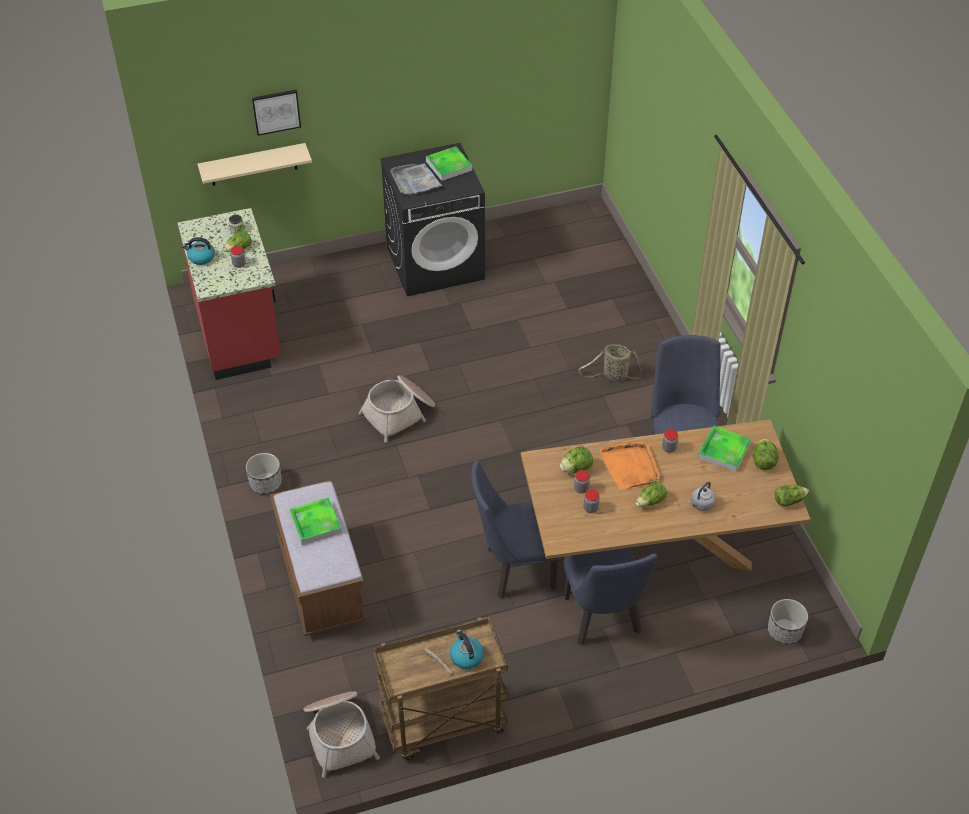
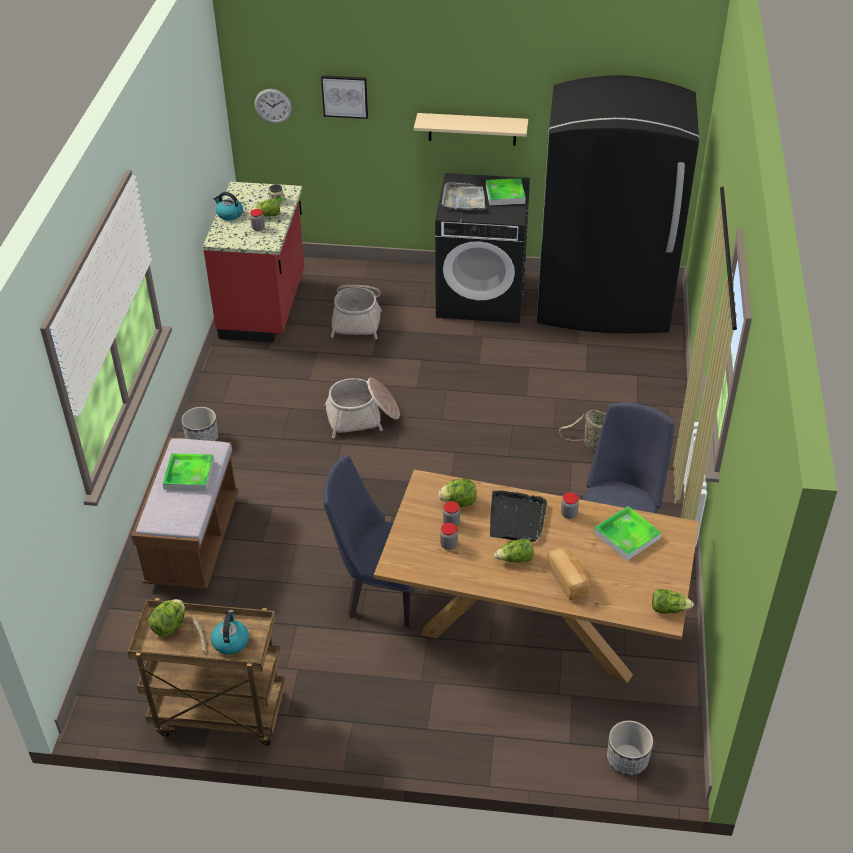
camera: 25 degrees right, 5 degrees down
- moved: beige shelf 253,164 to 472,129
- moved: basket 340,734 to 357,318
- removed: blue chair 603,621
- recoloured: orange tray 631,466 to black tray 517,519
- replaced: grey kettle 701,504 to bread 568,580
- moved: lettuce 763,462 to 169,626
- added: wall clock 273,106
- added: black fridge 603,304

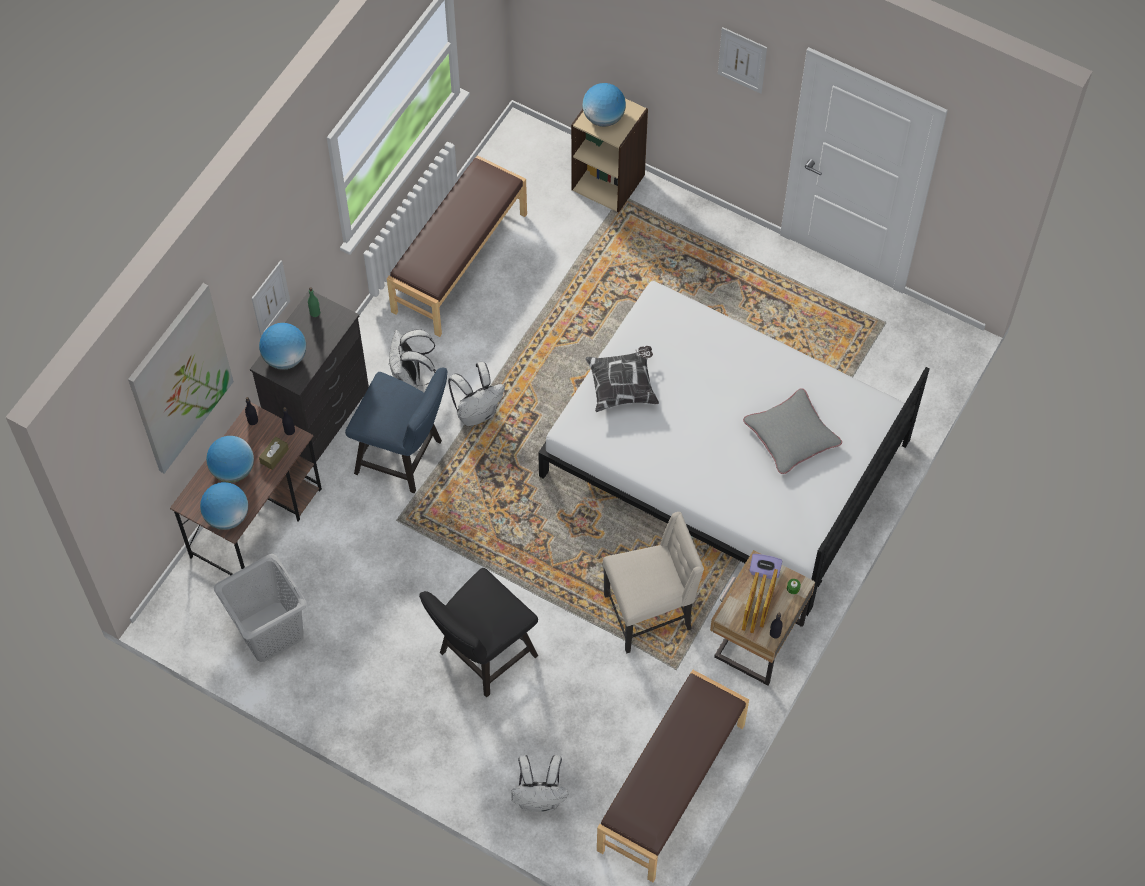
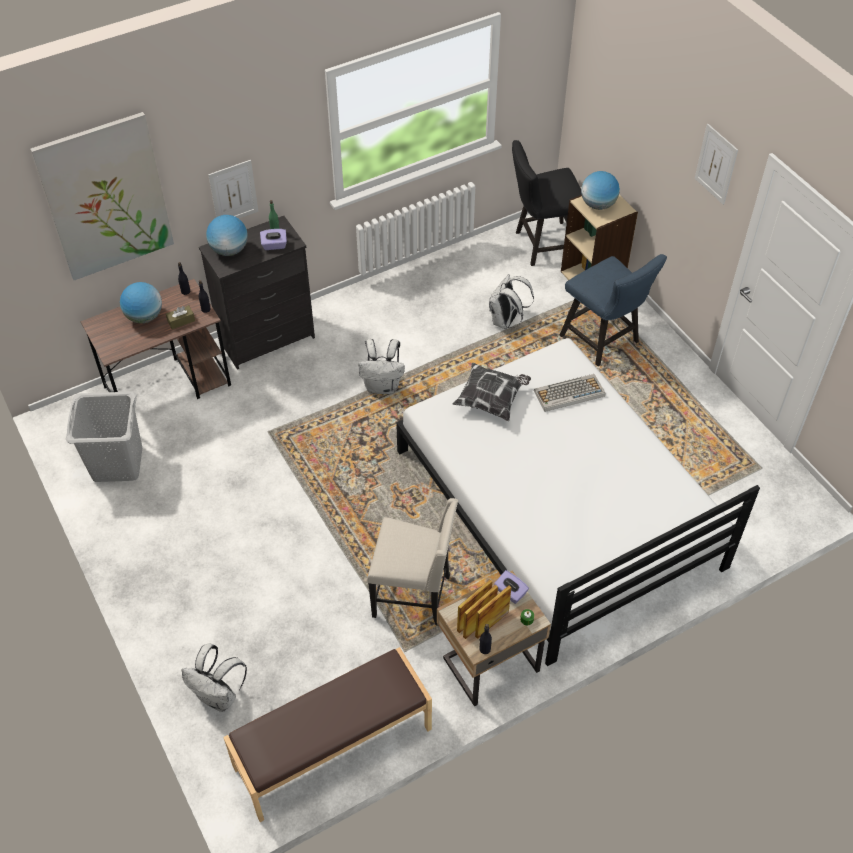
camera: 30 degrees right, 10 degrees down
- removed: globe 227,516
- moved: blue chair 405,458 to 603,341
- removed: brown bench 459,262
- moved: white backpack 410,377 to 506,321
- moved: black chair 482,657 to 542,245
- removed: grey pillow 791,435
- added: purple tissue box 274,245
- added: keyboard 568,393

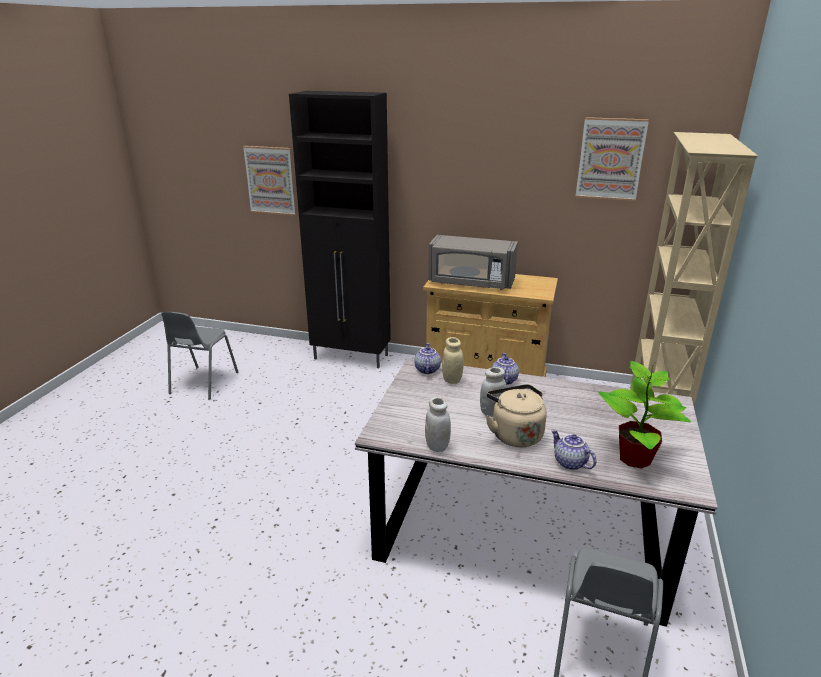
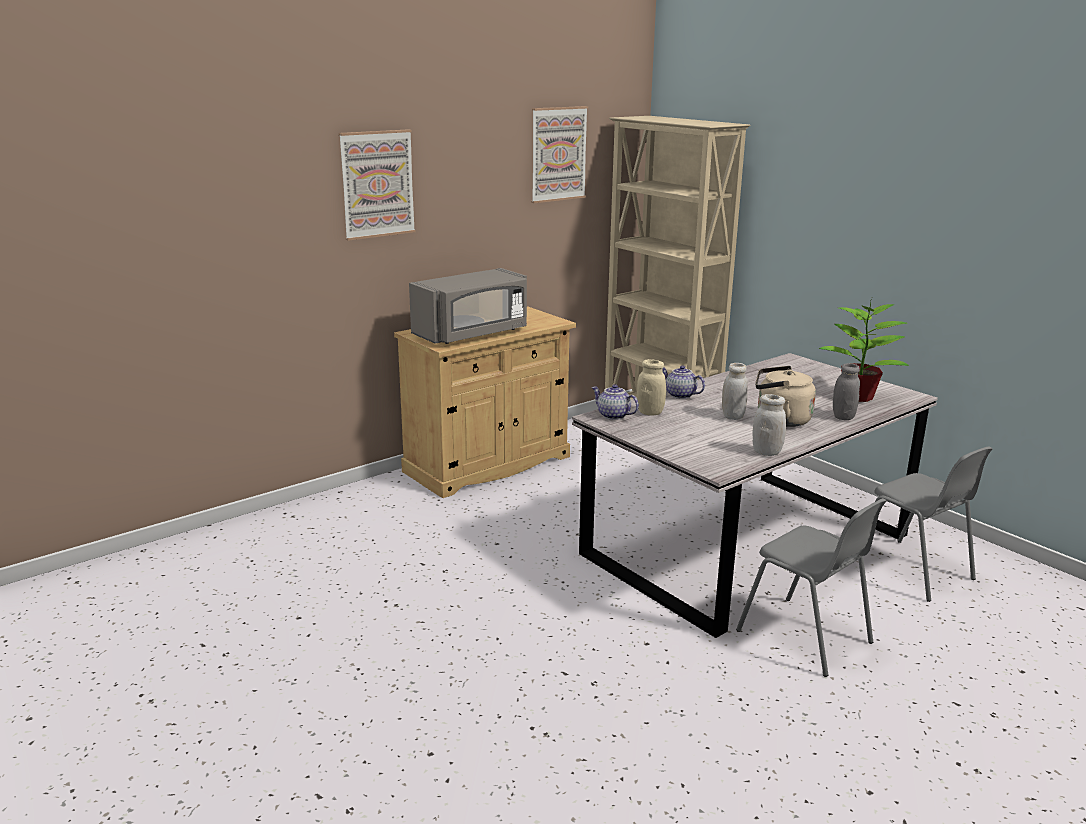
camera: 55 degrees left, 5 degrees down
- moved: grey chair 203,383 to 805,637
- moved: picture 270,180 to 377,184
- removed: black cabinet 352,357
- replaced: teapot 569,463 to grey jar 843,417

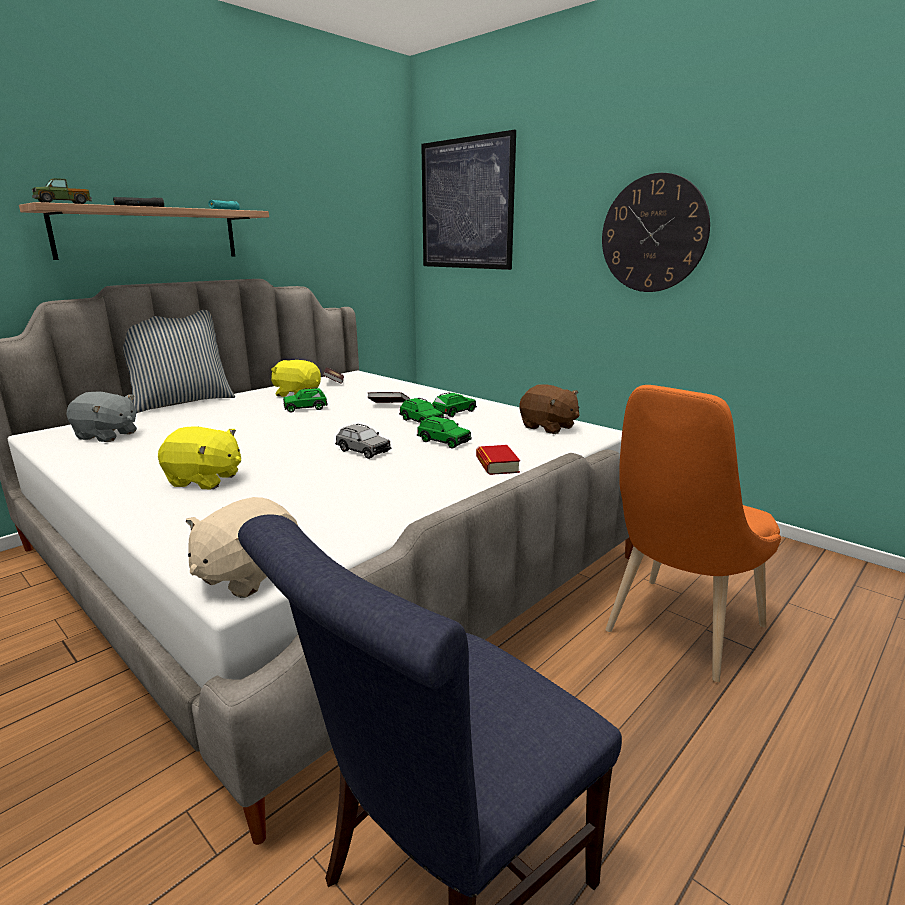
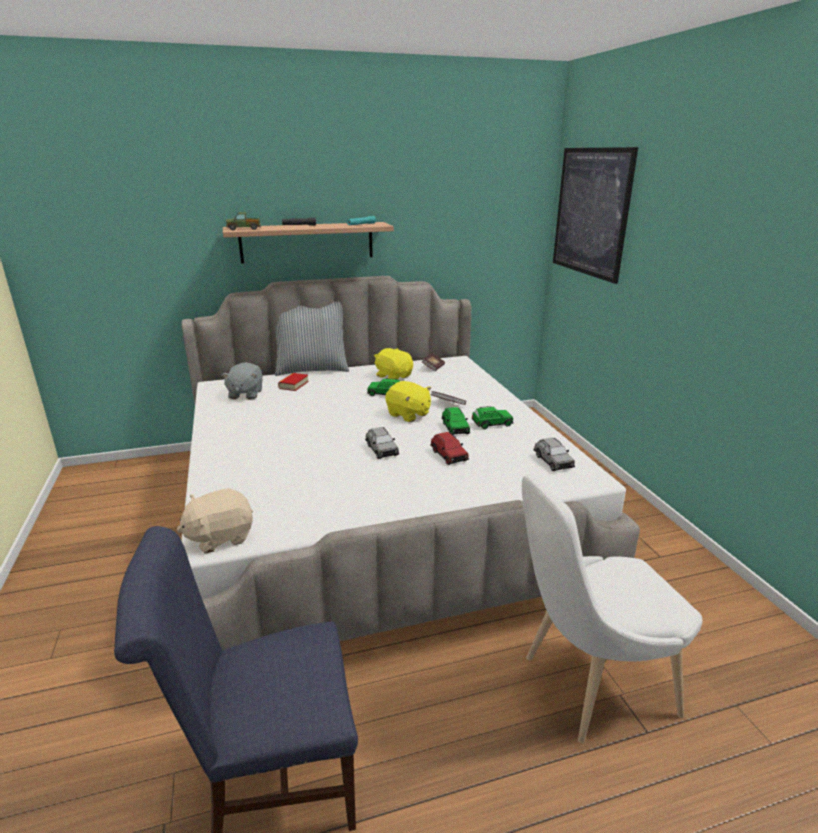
camera: 30 degrees right, 5 degrees up
- turned: grey plush toy 107,435 = 245,394 45 degrees clockwise
- moved: yellow plush toy 204,480 to 408,414
- recoloured: green toy car 443,441 to red toy car 449,455
- moved: book 497,465 to 293,385
- replaced: brown plush toy 548,427 to grey toy car 553,461
- removed: wall clock 653,234
- recoloured: orange chair 677,633 to white chair 589,686

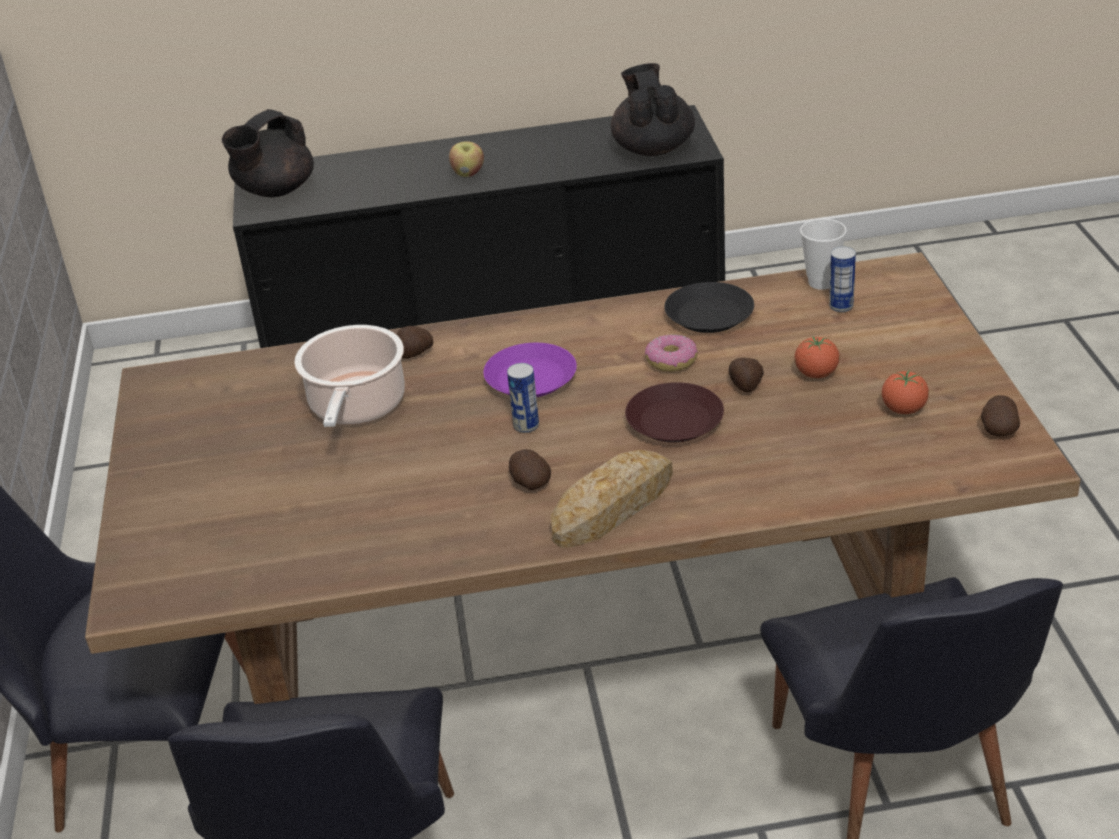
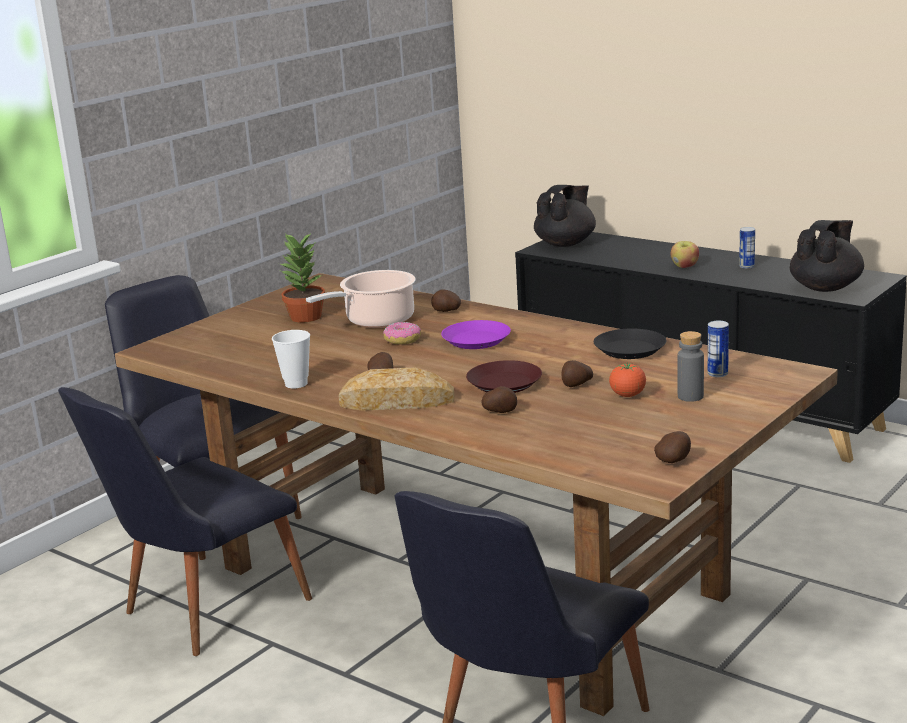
camera: 45 degrees right, 15 degrees down
- turned: black teapot 274,190 = 566,243 135 degrees clockwise
- moved: can 526,426 to 746,266
- moved: donut 671,361 to 403,340
- moved: cup 821,282 to 296,384
- removed: tomato 903,409
- added: potted plant 305,317
- added: potato 500,411
- added: grey bottle 690,396

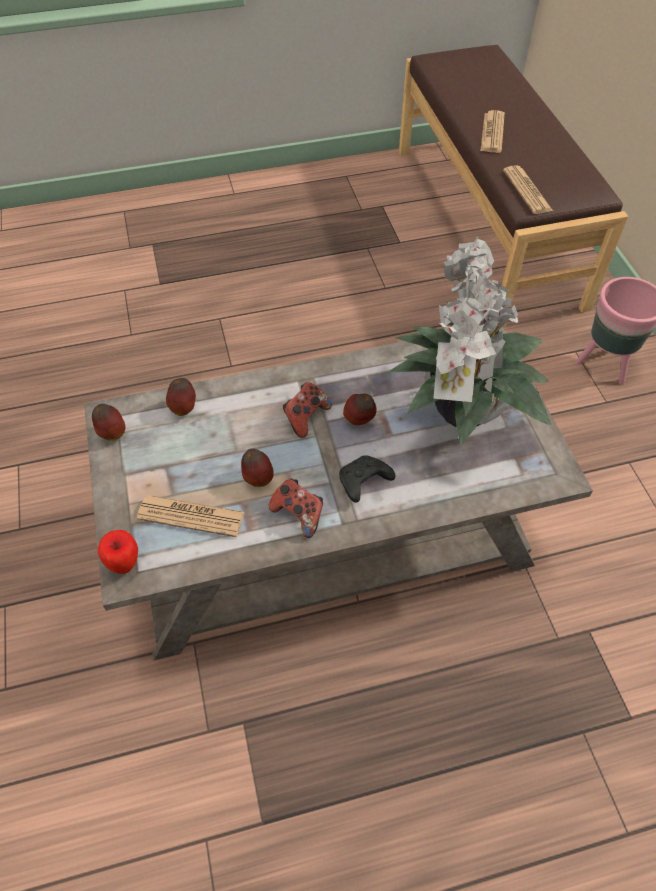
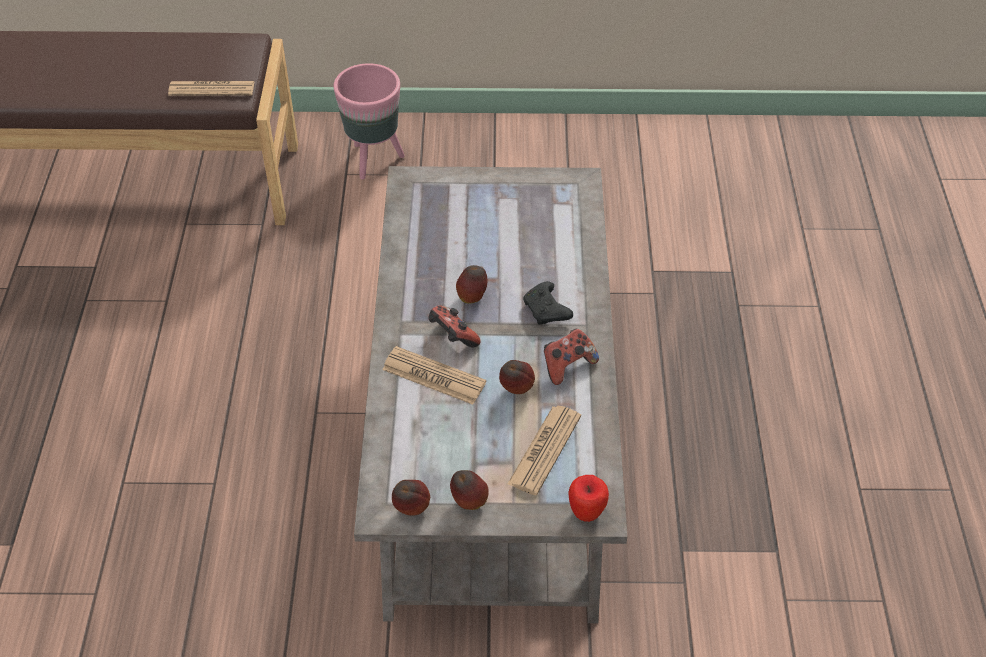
camera: 75 degrees left, 5 degrees down
- moved: apple 184,408 to 469,502
- removed: potted plant 459,417
- moved: newspaper 492,133 to 434,376

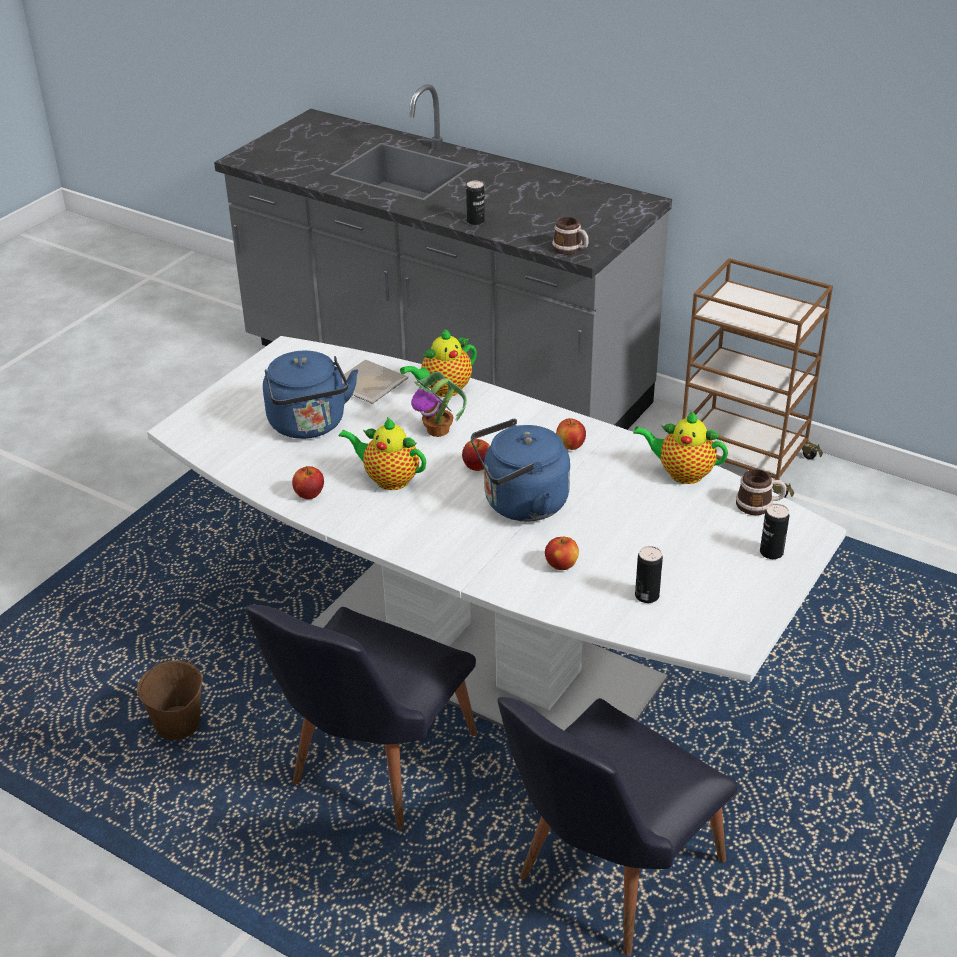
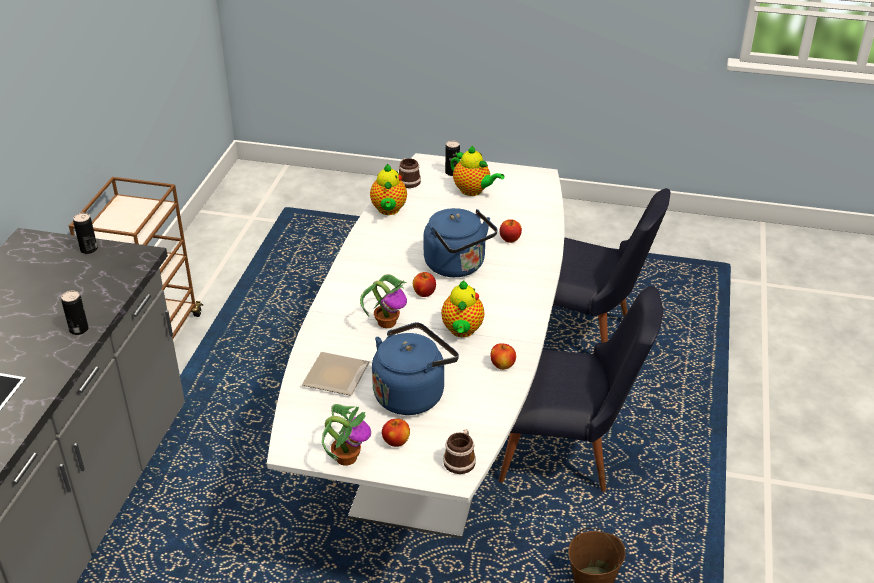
camera: 110 degrees left, 0 degrees up
- moved: teapot 443,390 to 473,191
- moved: mug 571,249 to 461,459
- moved: apple 570,446 to 396,442
- moved: can 647,596 to 89,249
- added: potted plant 346,457

